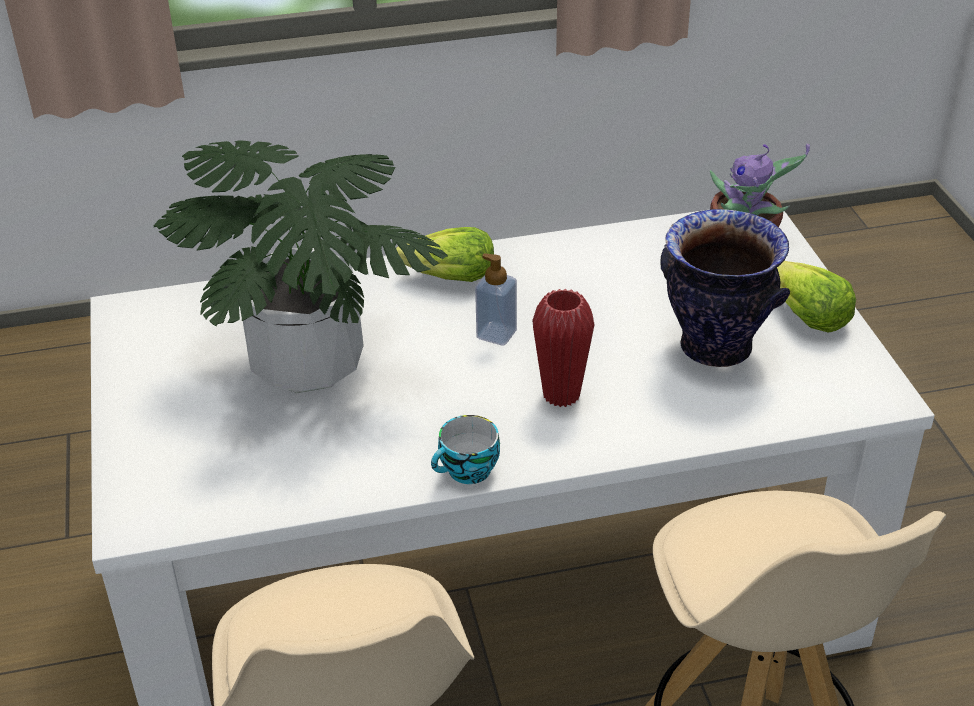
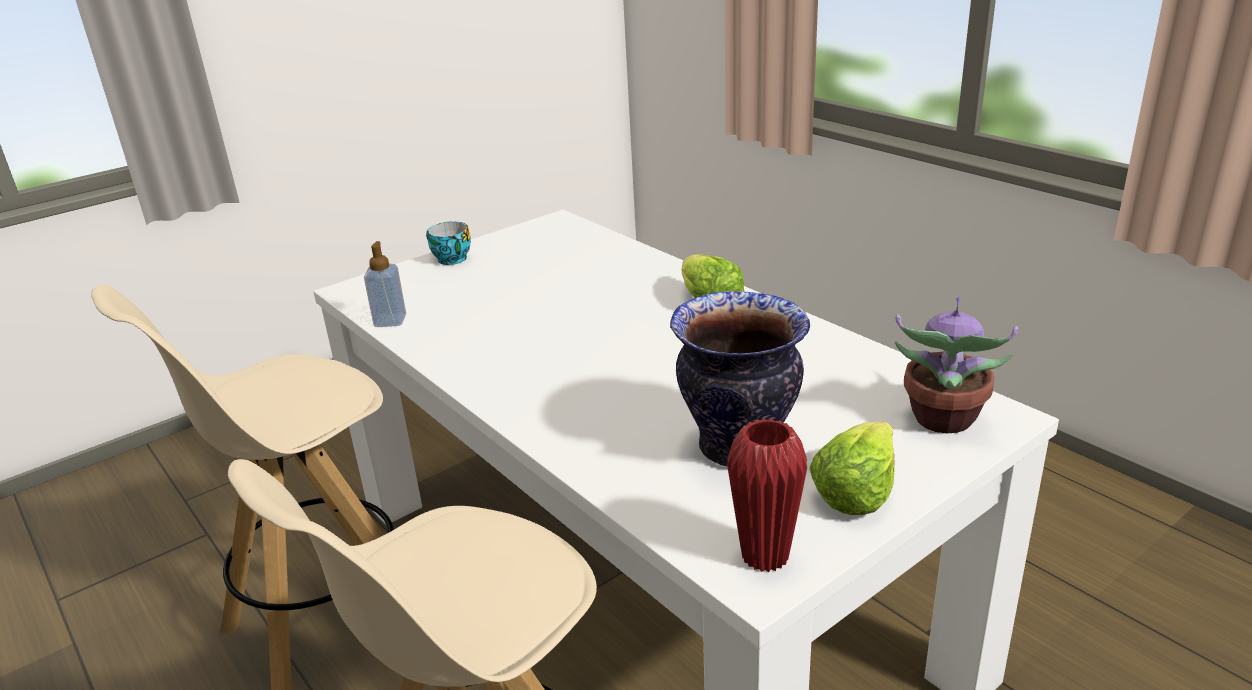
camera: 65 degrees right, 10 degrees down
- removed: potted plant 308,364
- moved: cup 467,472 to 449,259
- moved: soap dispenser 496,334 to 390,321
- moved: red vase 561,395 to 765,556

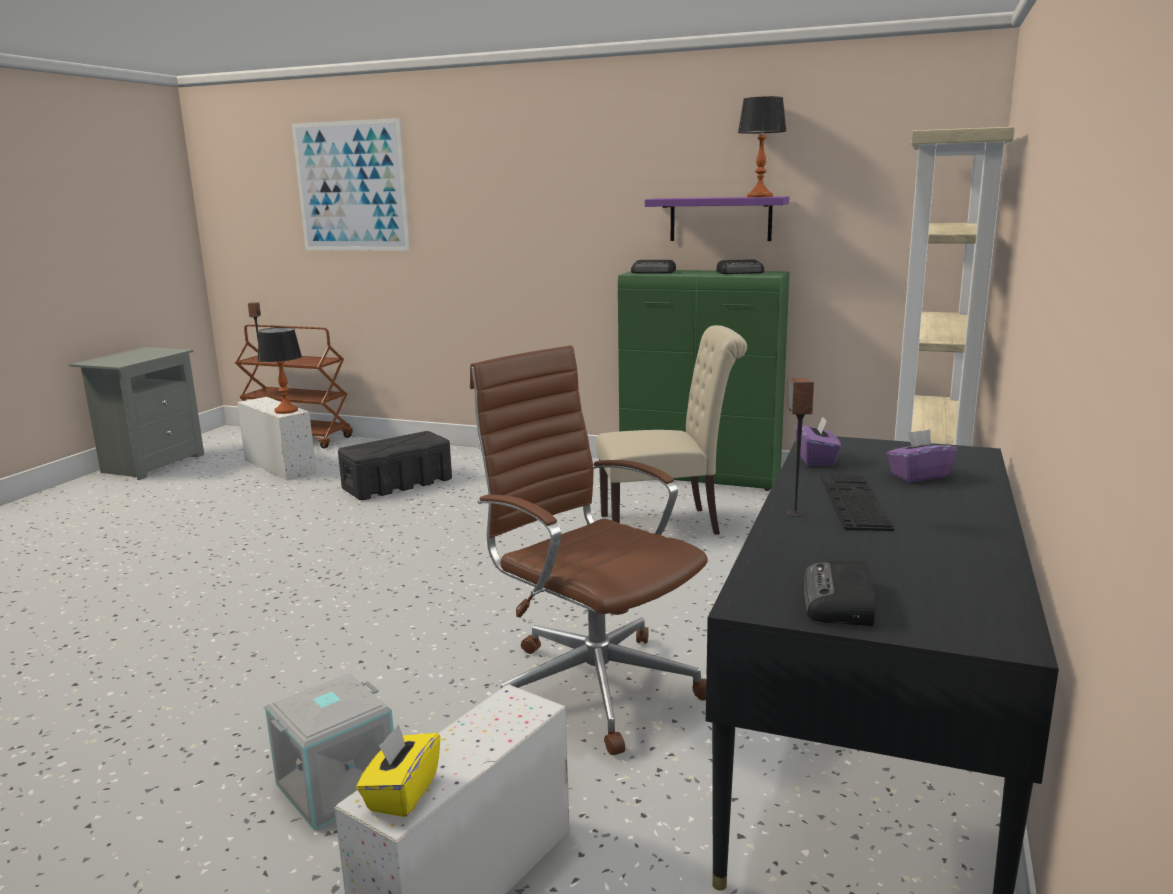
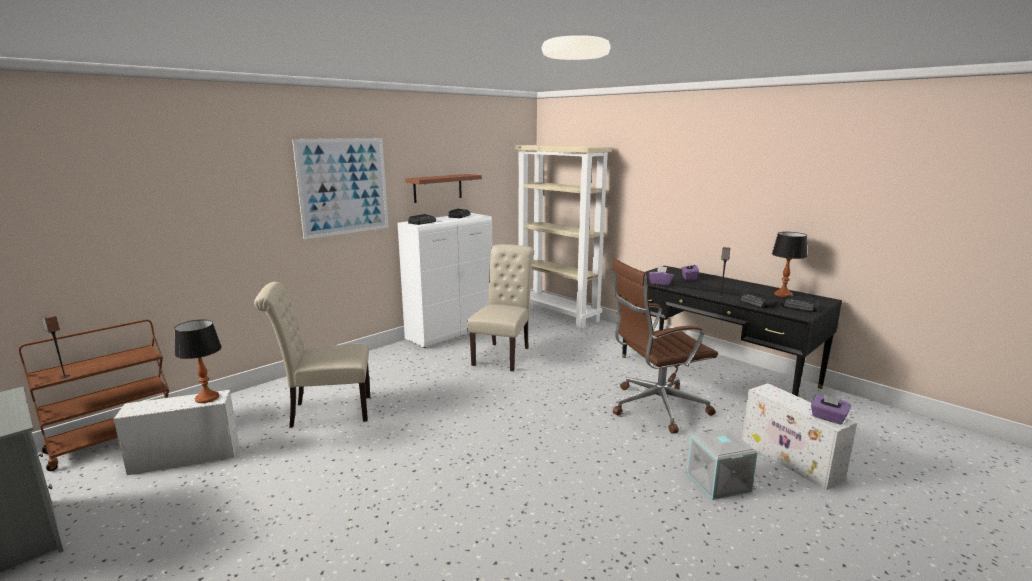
camera: 65 degrees left, 0 degrees up
- moved: picture 351,186 to 343,186
- replaced: black storage box 398,484 to beige chair 325,412
- recoloured: yellow tissue box 402,793 to purple tissue box 828,418
- recoloured: green cabinet 701,477 to white cabinet 451,333
- recoloured: purple shelf 720,219 to brown shelf 438,188
- moved: table lamp 759,196 to 782,295
- added: radio 757,303

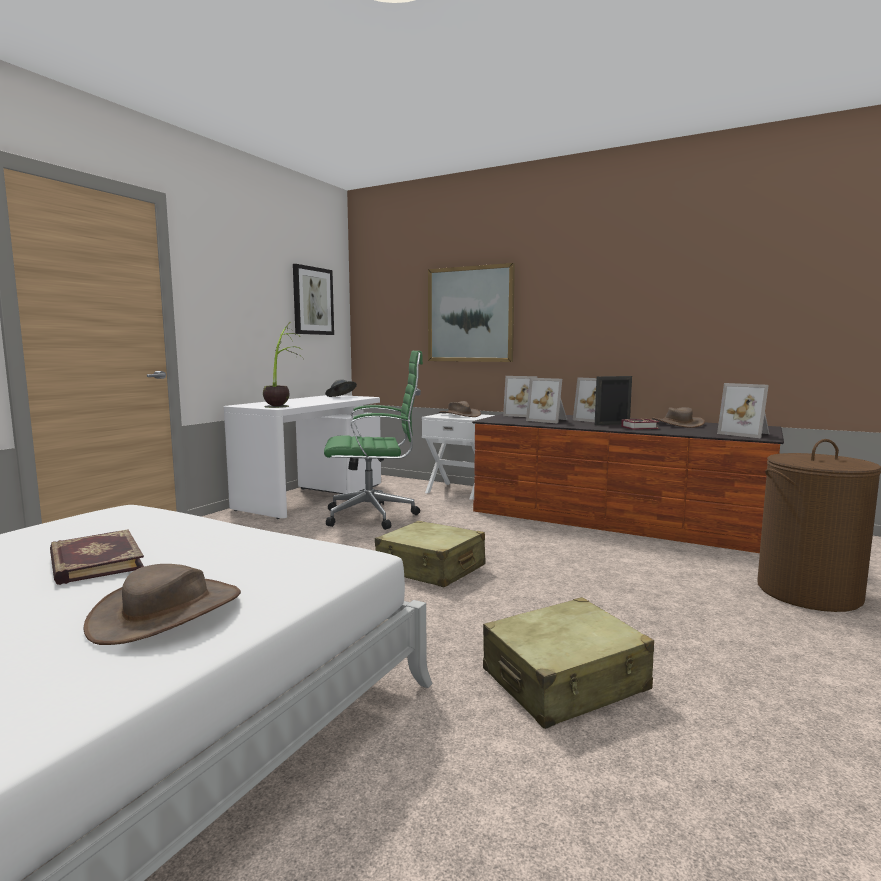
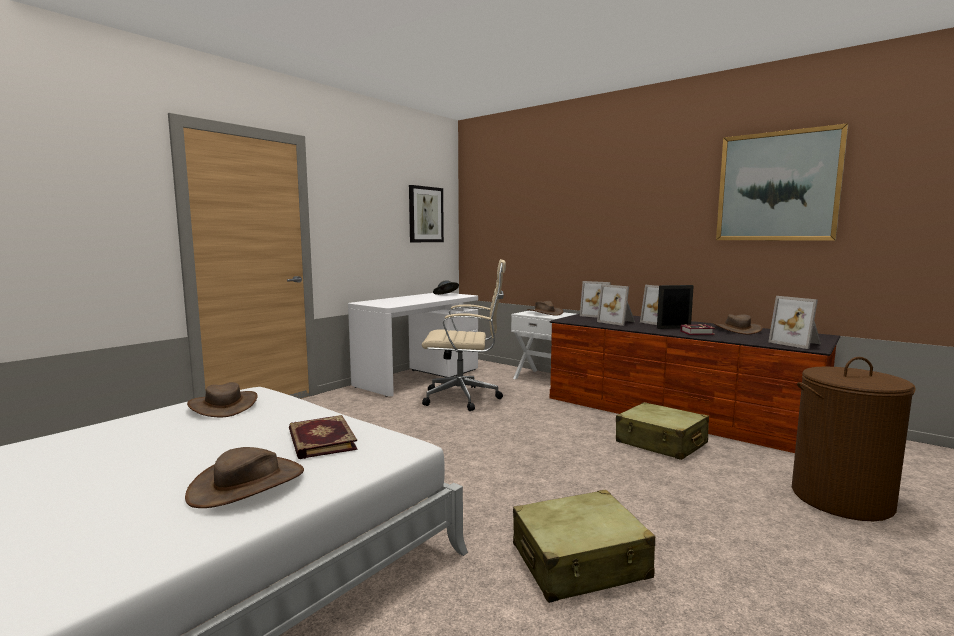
camera: 10 degrees right, 0 degrees up
- moved: book 94,561 to 320,440
- removed: potted plant 283,405
- recoloured: green office chair 375,516 to beige office chair 465,398
- moved: beige suitcase 431,569 to 661,443
- moved: picture 470,314 to 777,186
- added: brown hat 224,406

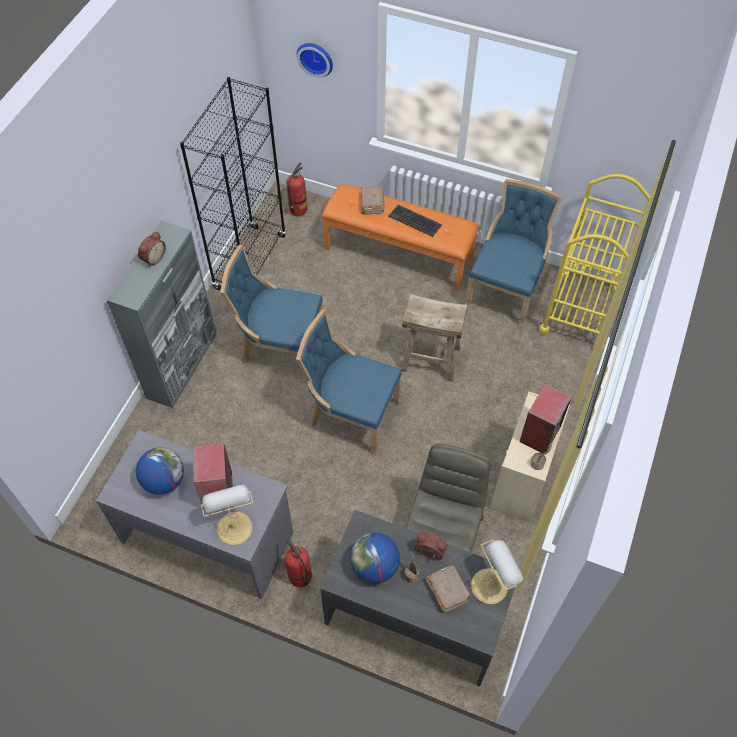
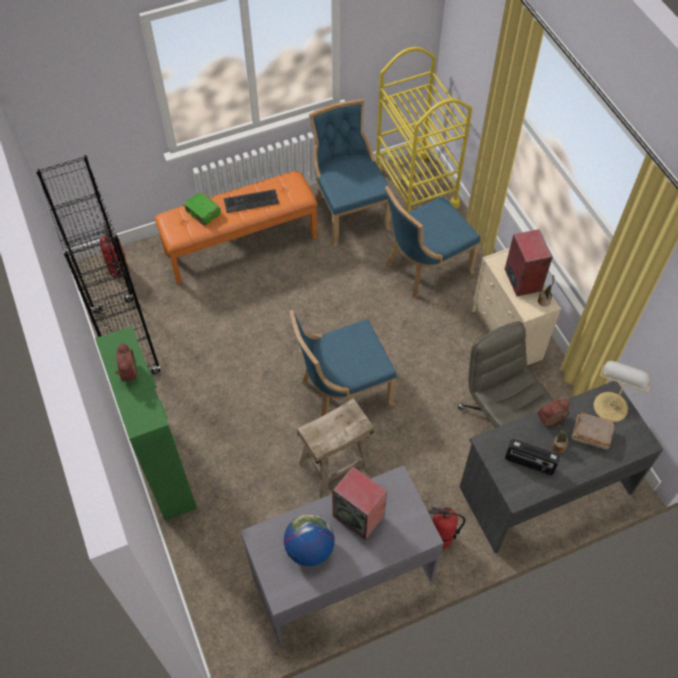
camera: 45 degrees left, 0 degrees up
- recoloured: grey cabinet 182,365 to green cabinet 165,468
- removed: table lamp 234,526
- moved: blue chair 280,347 to 425,267
- removed: wall clock 316,58
- replaced: globe 374,567 to radio 529,463
- recoloured: brown book 372,204 to green book 203,213
- moved: beige stool 431,358 to 335,467

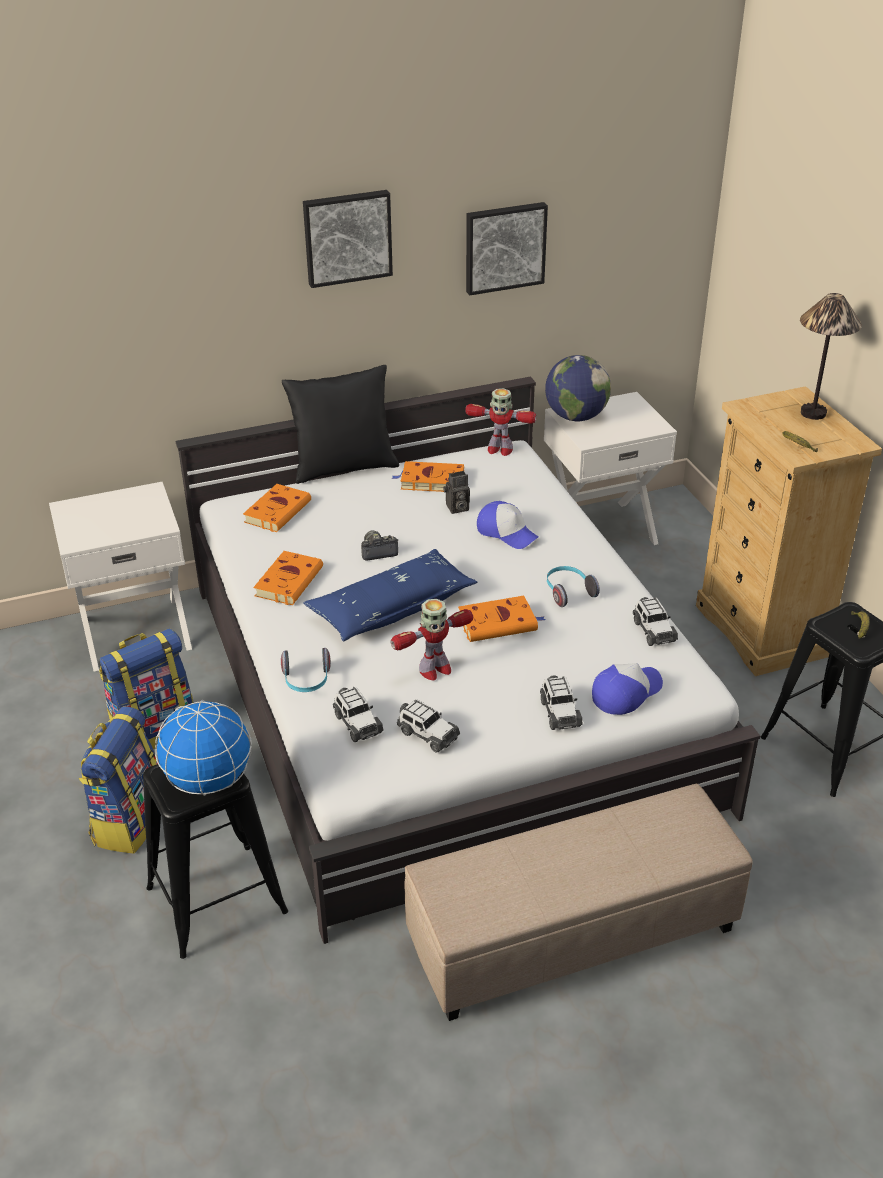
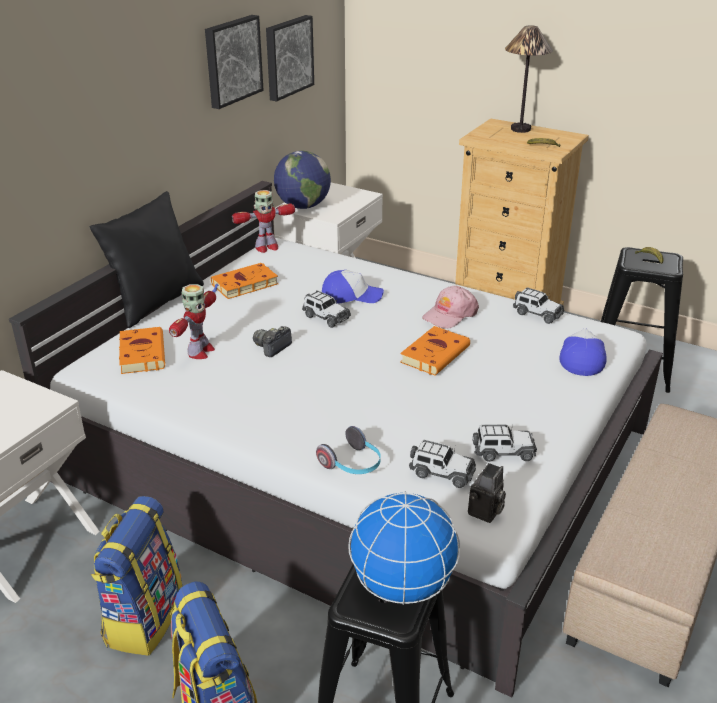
camera: 40 degrees left, 5 degrees down
- removed: orange book 289,581
- moved: picture 347,237 to 287,57
- removed: blue pillow 392,607
- moved: toy robot 434,670 to 200,352
- moved: photo camera 456,508 to 485,513
- moved: toy car 559,712 to 325,317
- replaced: headphones 568,592 to pink cap 450,314

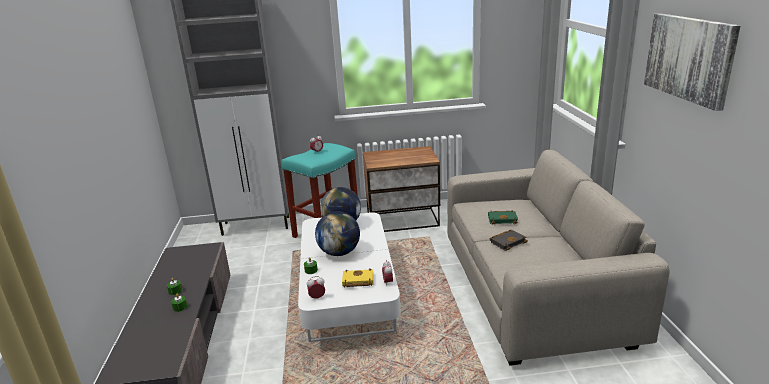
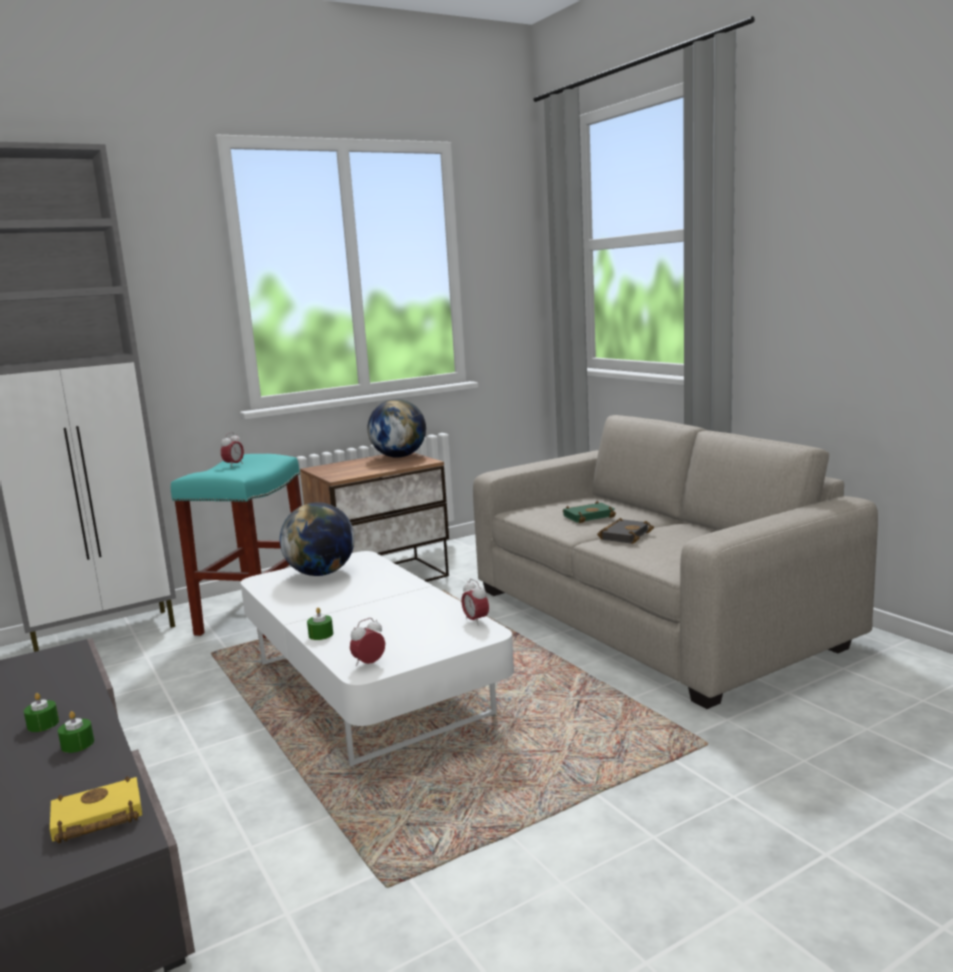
camera: 25 degrees left, 10 degrees down
- moved: globe 339,252 to 399,456
- moved: yellow book 357,281 to 95,819
- removed: picture 689,58

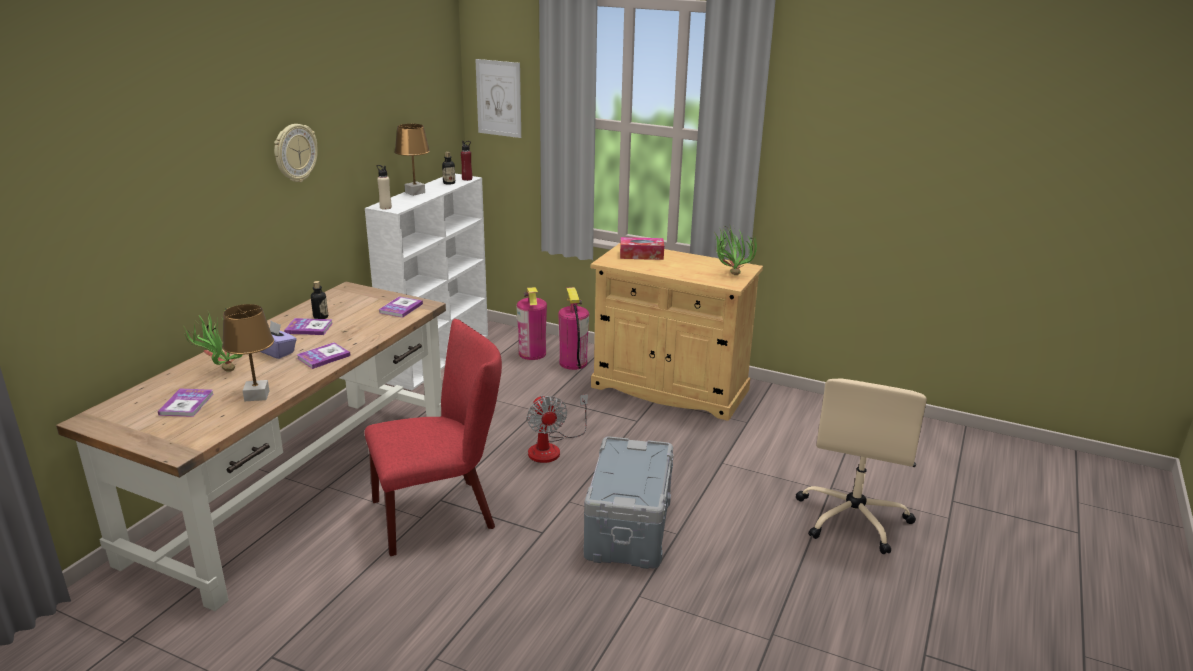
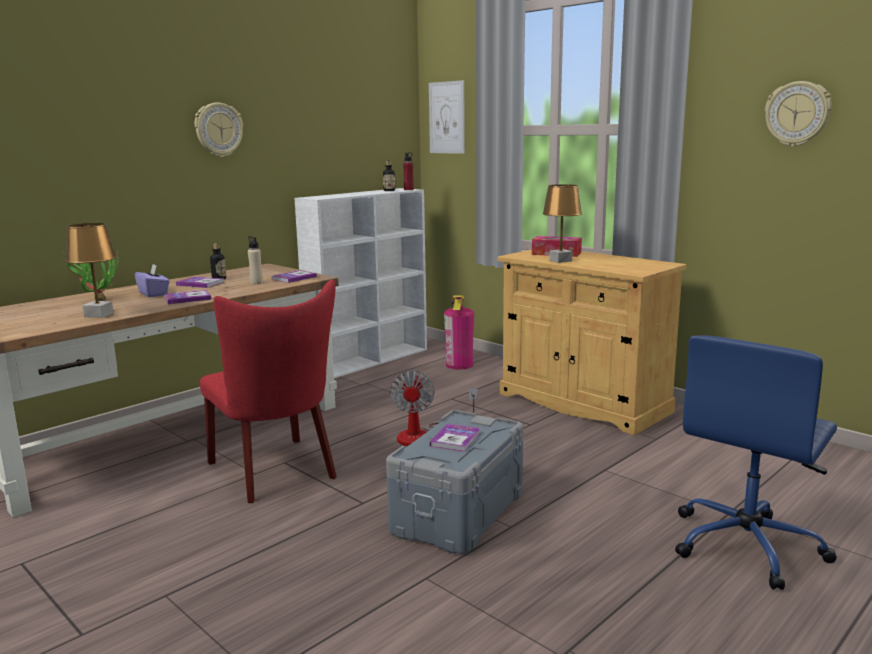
camera: 20 degrees right, 10 degrees down
- moved: book 186,404 to 455,439
- turned: red chair 441,513 = 277,472 60 degrees clockwise
- moved: beige bottle 385,207 to 256,283
- moved: brown table lamp 415,192 to 560,260
- removed: fire extinguisher 573,363
- removed: potted plant 729,274
- recoloured: beige office chair 853,518 to blue office chair 747,545
- added: wall clock 797,114

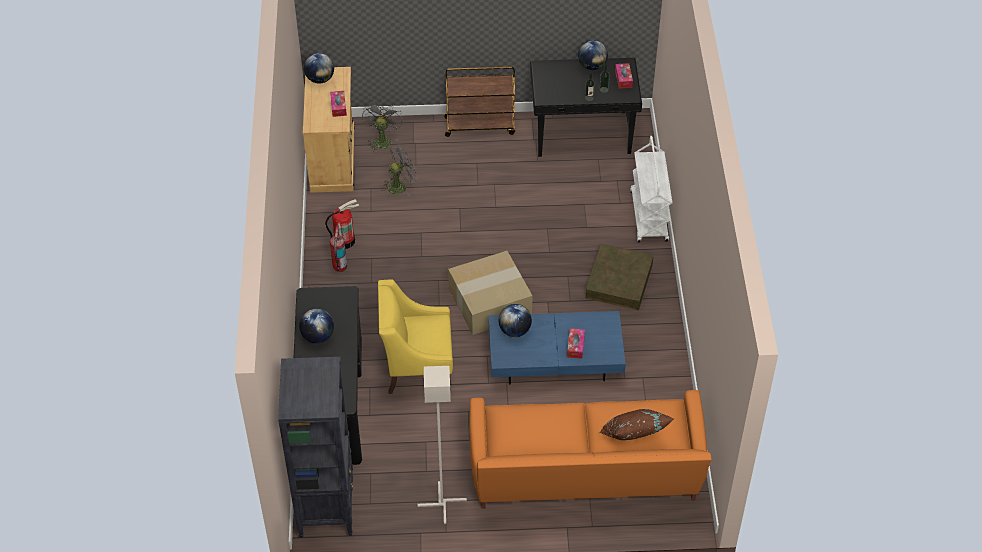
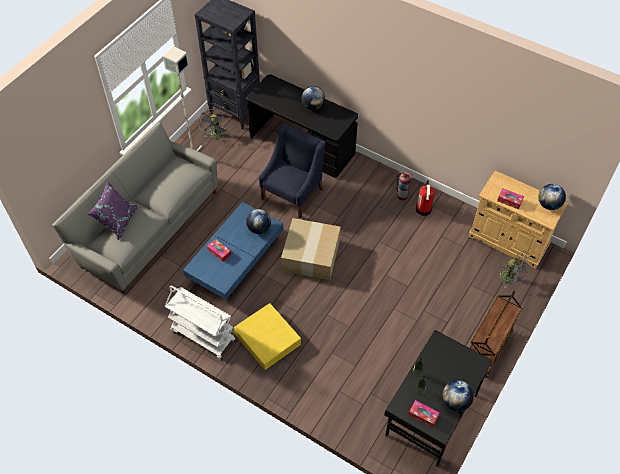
camera: 125 degrees right, 5 degrees up
- recoloured: yellow armchair 417,365 to blue armchair 293,193
- moved: grey fan 400,186 to 216,136
- recoloured: orange sofa 585,475 to grey sofa 147,227
- recoloured: brown storage box 619,281 to yellow storage box 267,339
- recoloured: brown pillow 634,438 to purple pillow 117,221
- moved: white cart 649,217 to 203,336

